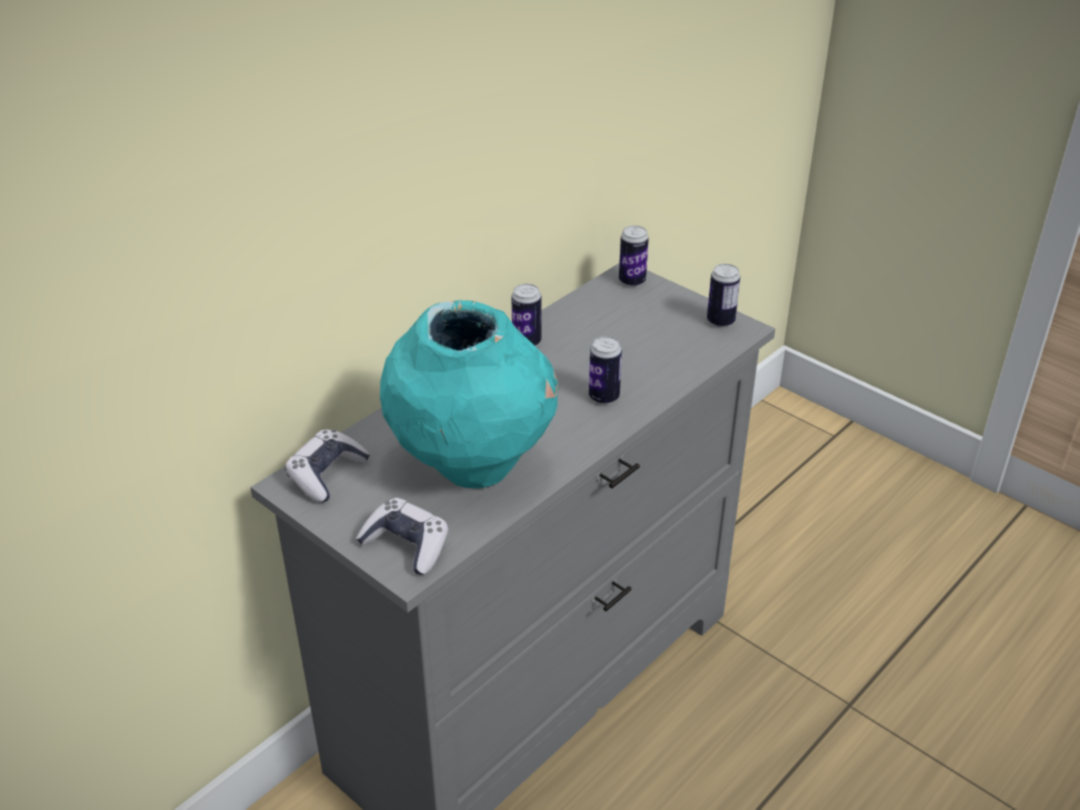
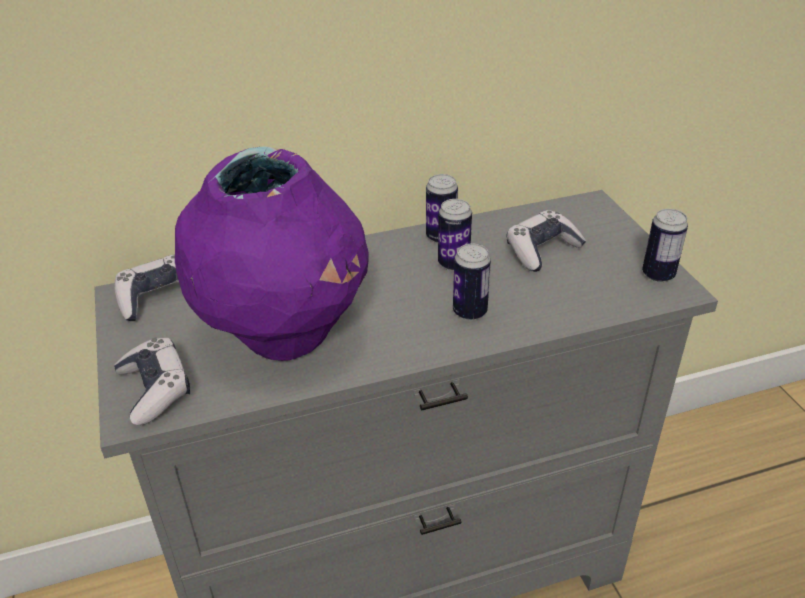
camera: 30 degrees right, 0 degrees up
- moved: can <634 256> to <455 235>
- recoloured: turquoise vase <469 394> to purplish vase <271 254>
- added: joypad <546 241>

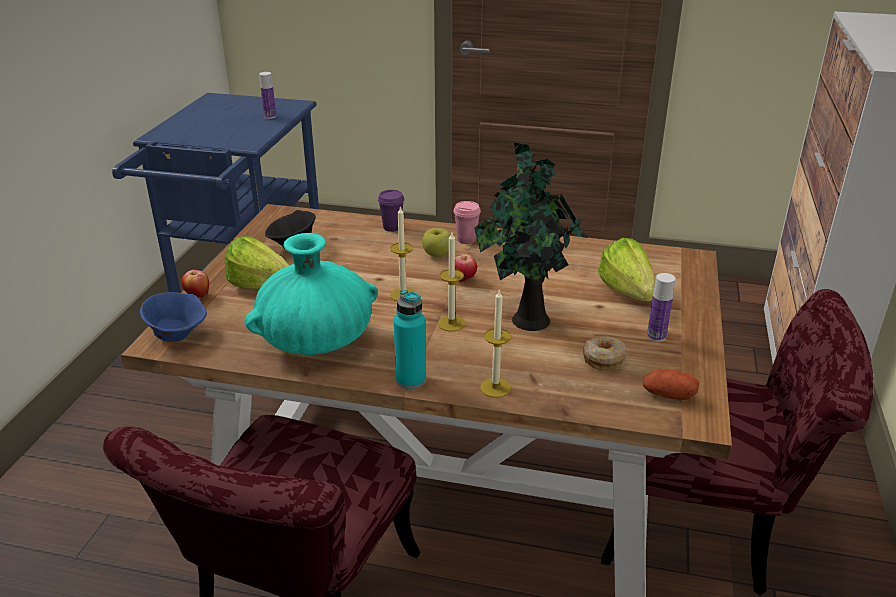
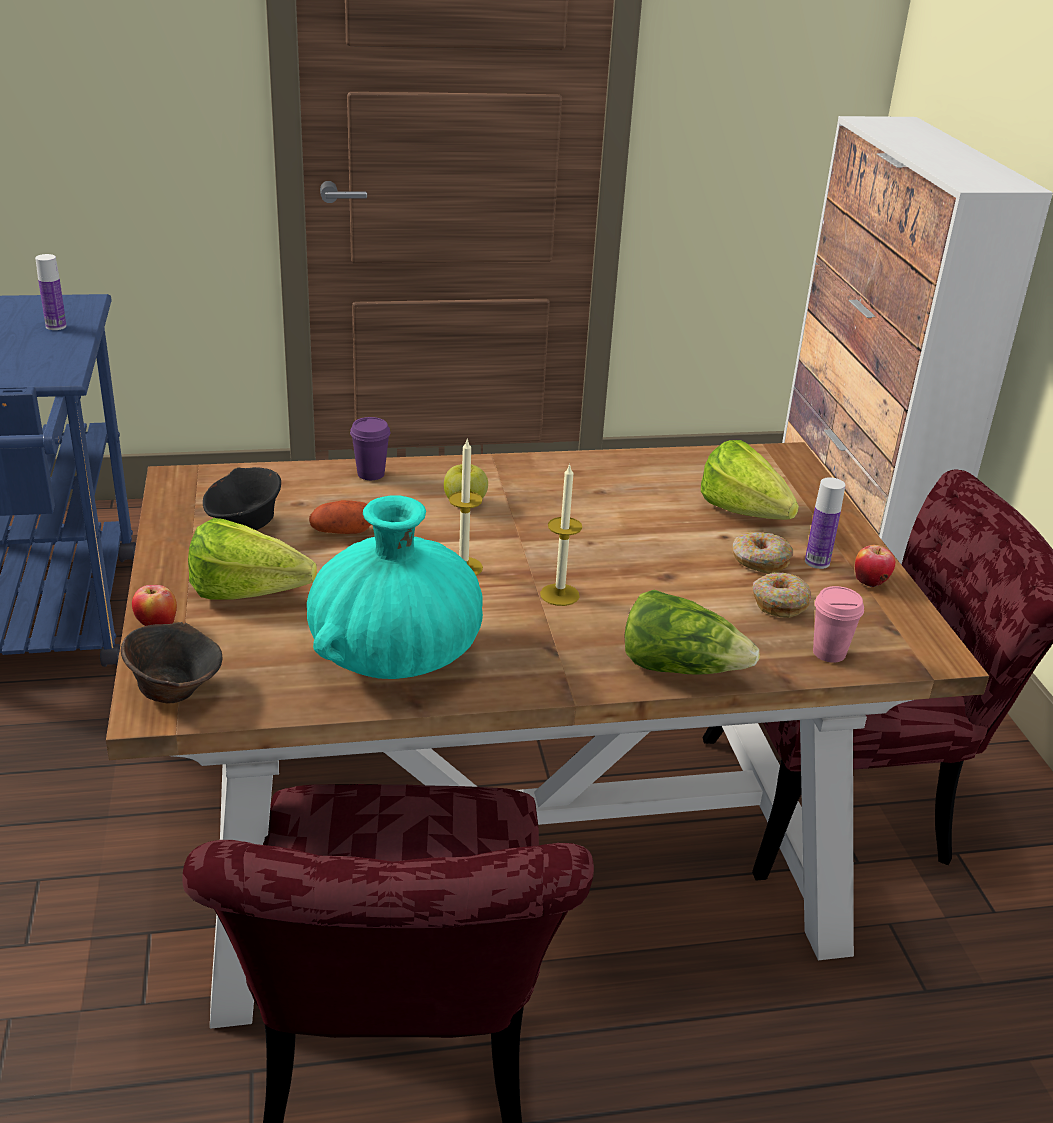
camera: 25 degrees left, 0 degrees up
- removed: houseplant <531 235>
- moved: pink-coloured drinking cup <467 222> to <838 624>
- moved: apple <466 268> to <875 566>
- removed: turquoise bottle <410 339>
- replaced: candle <495 344> to lettuce <692 632>
- recoloured: bluish bowl <173 317> to brownish bowl <171 662>
- moved: spud <671 385> to <340 517>
- added: doughnut <762 553>

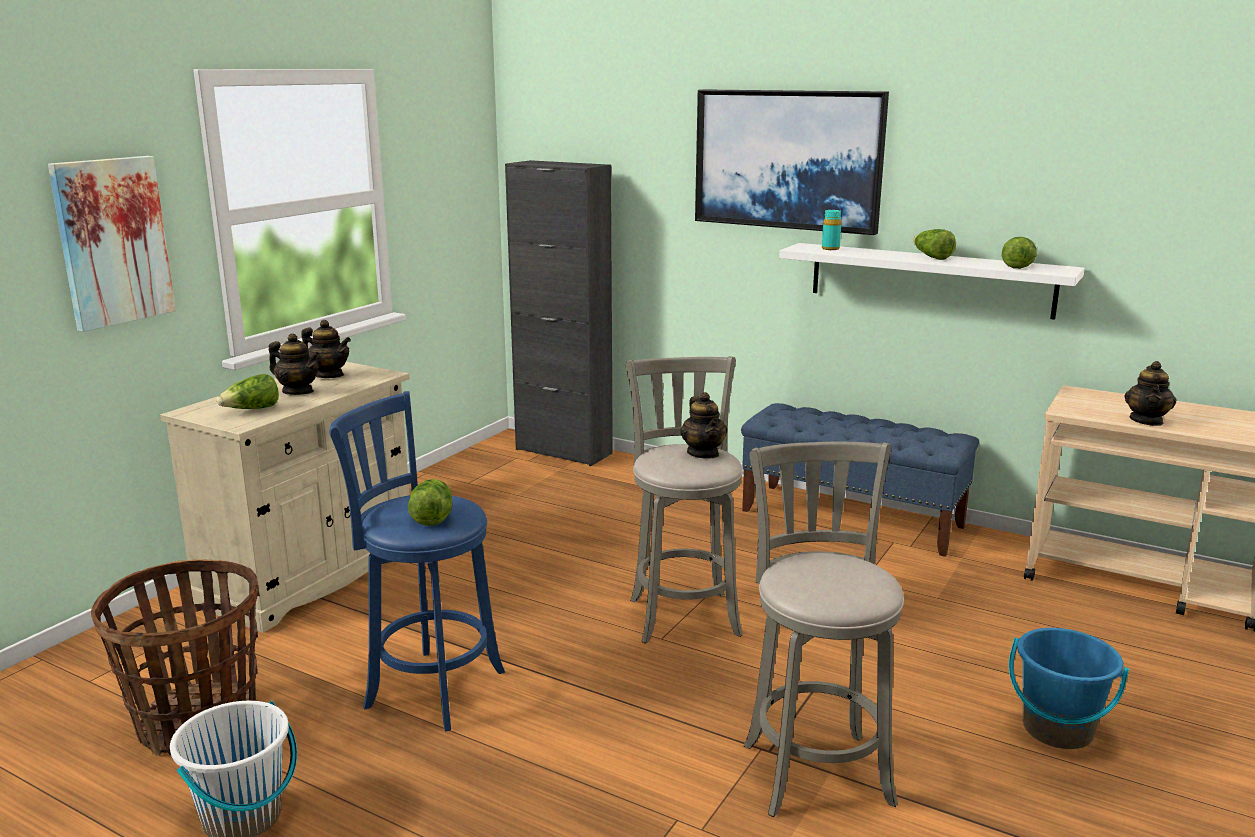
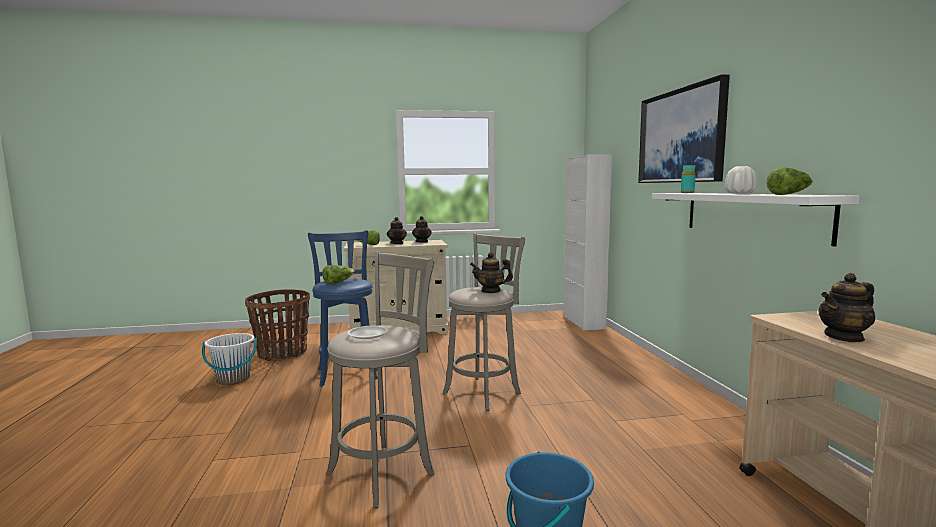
camera: 50 degrees right, 10 degrees down
- removed: wall picture <112 244>
- recoloured: blackish cupboard <559 313> to whitish cupboard <587 242>
- replaced: lettuce <934 244> to whitish vase <741 180>
- turned: tea pot <703 425> = <491 272> 60 degrees clockwise
- removed: bluish long seat <860 480>
- added: whitish plate <367 332>

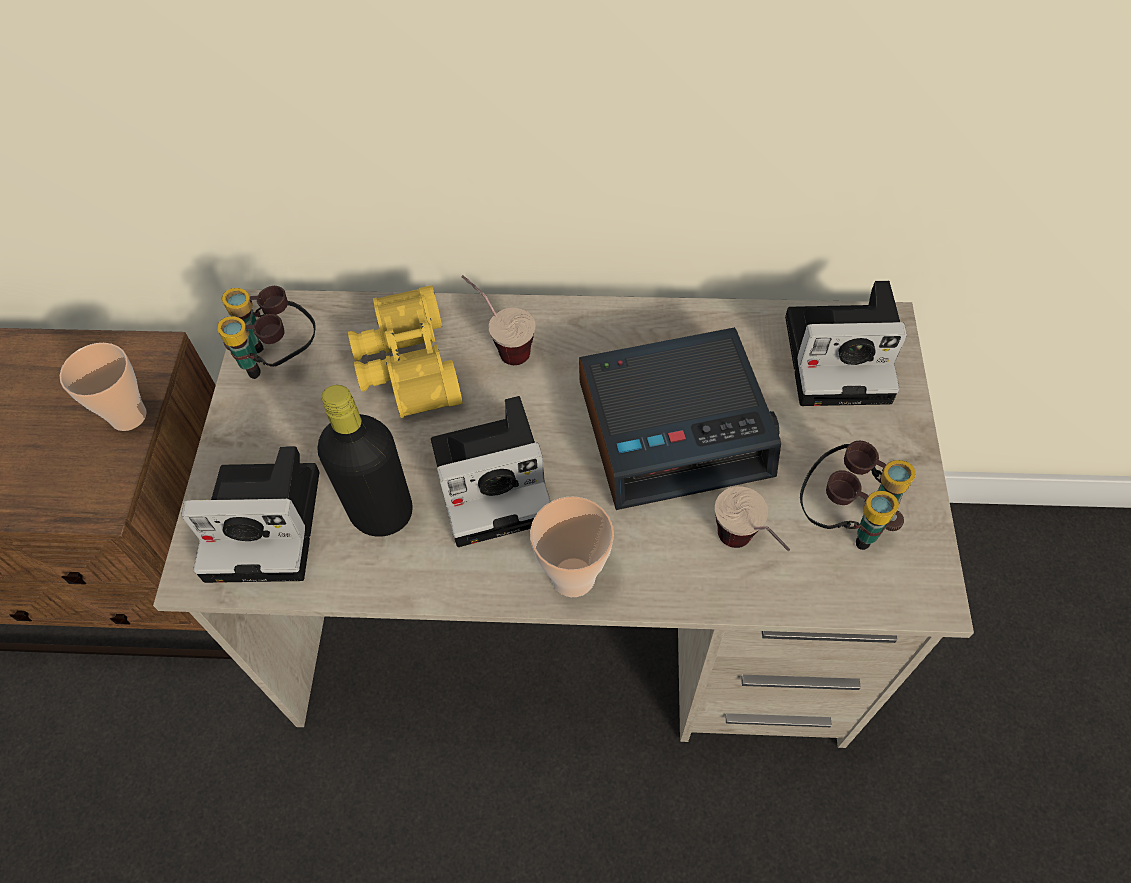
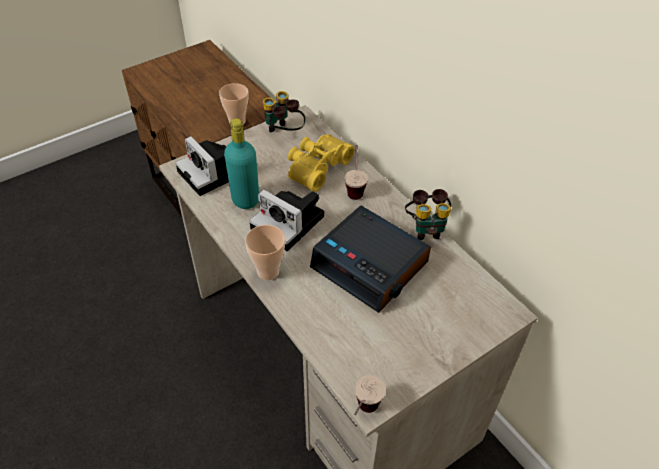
camera: 50 degrees right, 10 degrees down
- removed: still camera <846 343>
- recoloured: blackish bottle <365 461> to turquoise bottle <241 163>
- moved: field glasses <858 495> to <428 214>
- moved: drinking cup <752 518> to <370 395>

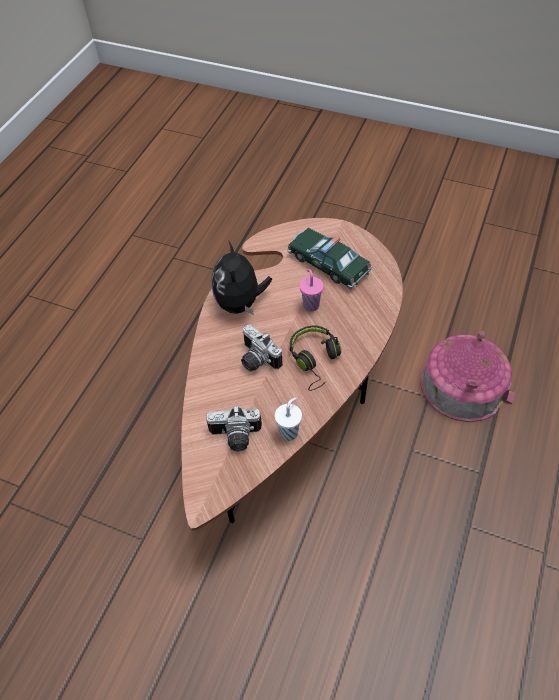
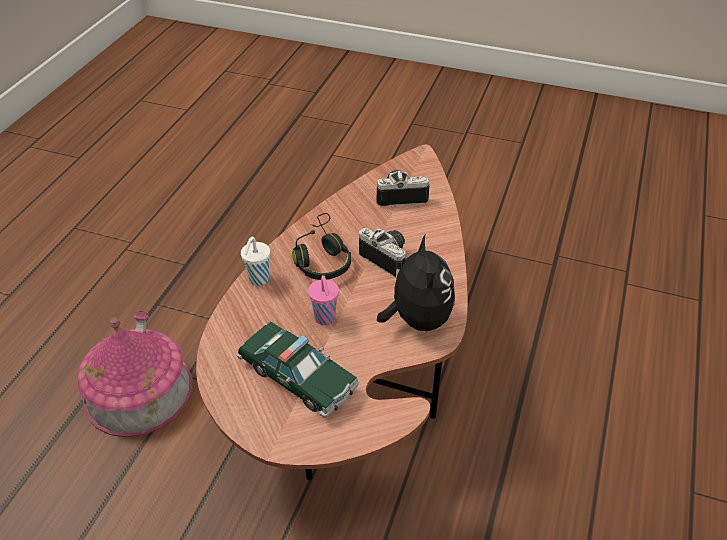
camera: 175 degrees right, 10 degrees down
- moved: whitish drinking cup <288 419> to <255 261>

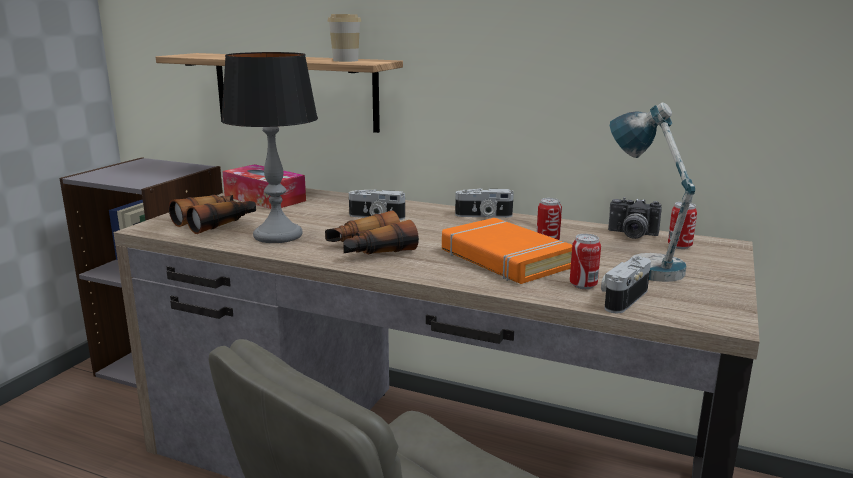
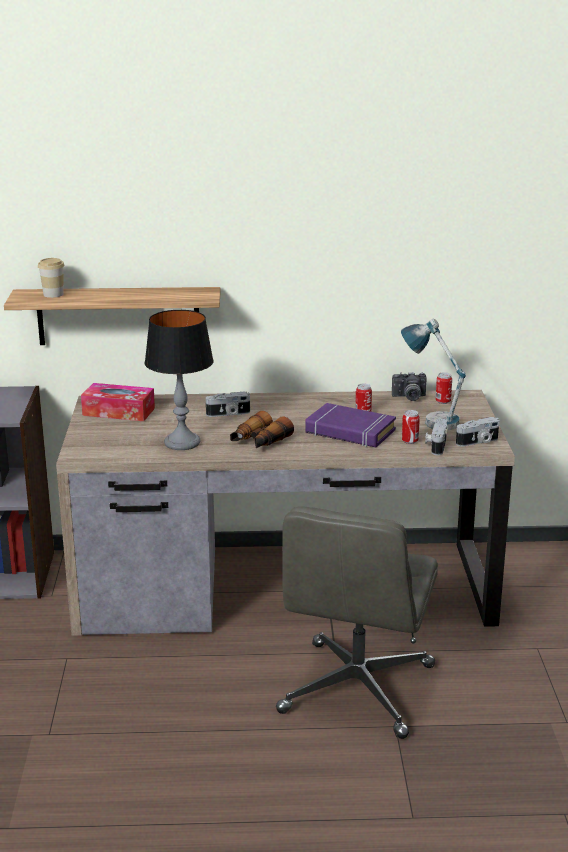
camera: 25 degrees left, 5 degrees up
- moved: drinking cup <344 38> to <51 278>
- moved: still camera <484 203> to <478 432>
- removed: field glasses <212 214>
- recoloured: orange-coloured bound book <507 251> to purplish bound book <351 425>

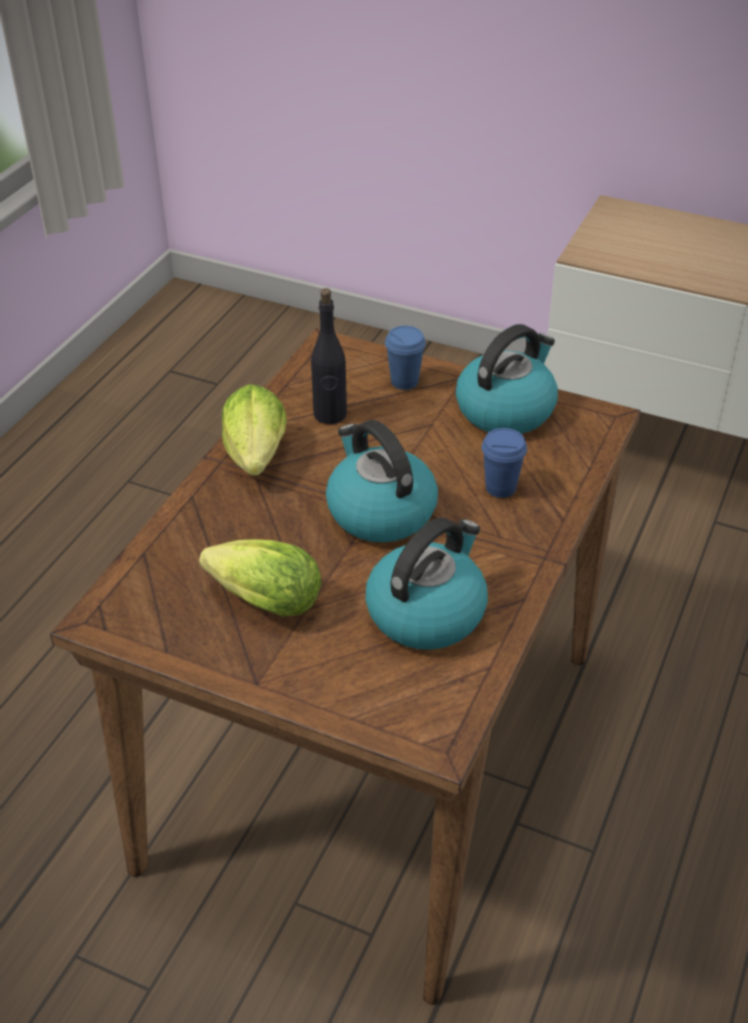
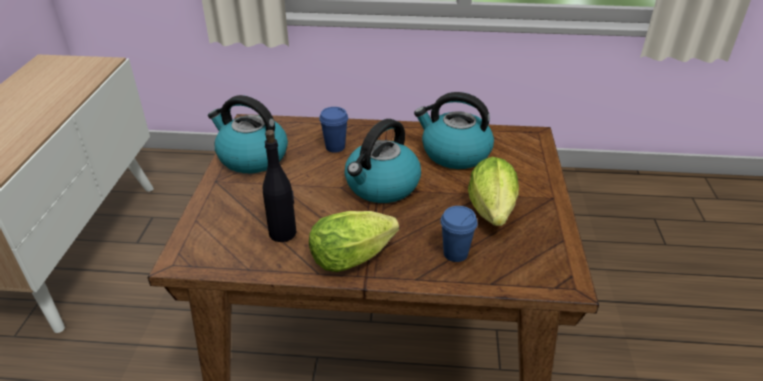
camera: 110 degrees left, 5 degrees down
- moved: bluish drinking cup <405 358> to <459 234>

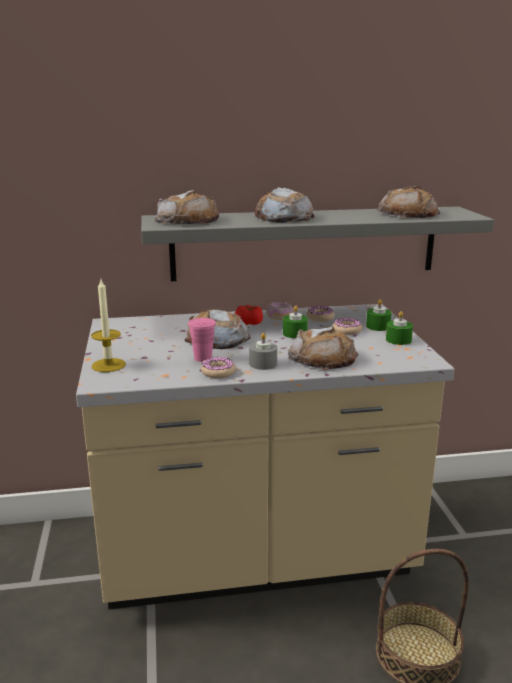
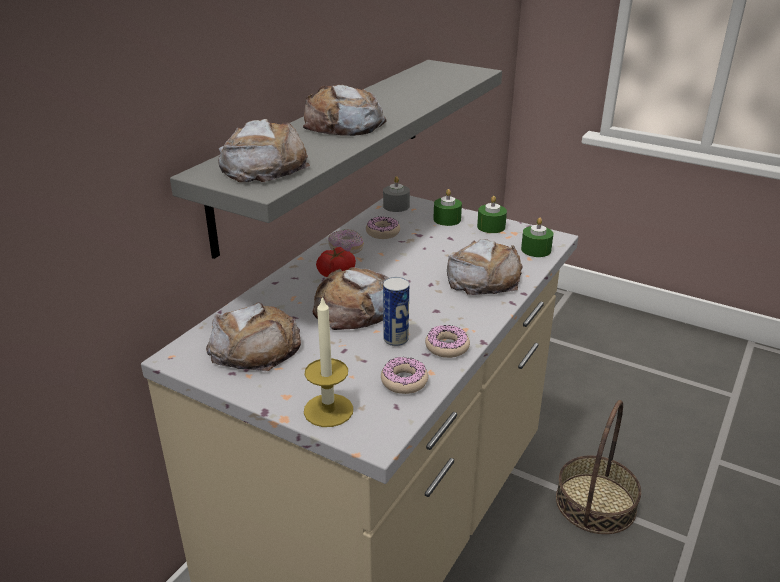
camera: 50 degrees left, 10 degrees up
- moved: baked bread <408 202> to <253 336>
- moved: green-coloured candle <295 321> to <537 237>
- replaced: pink-coloured drinking cup <202 340> to can <396 311>
- moved: doughnut <347 326> to <404 375>
- moved: grey candle <263 351> to <396 194>

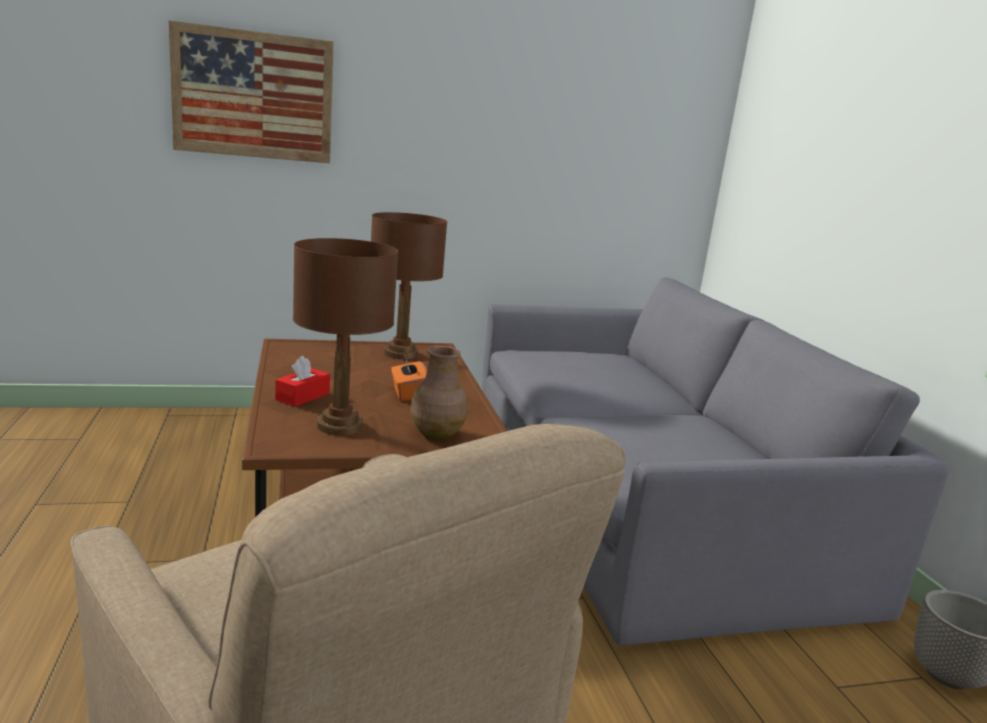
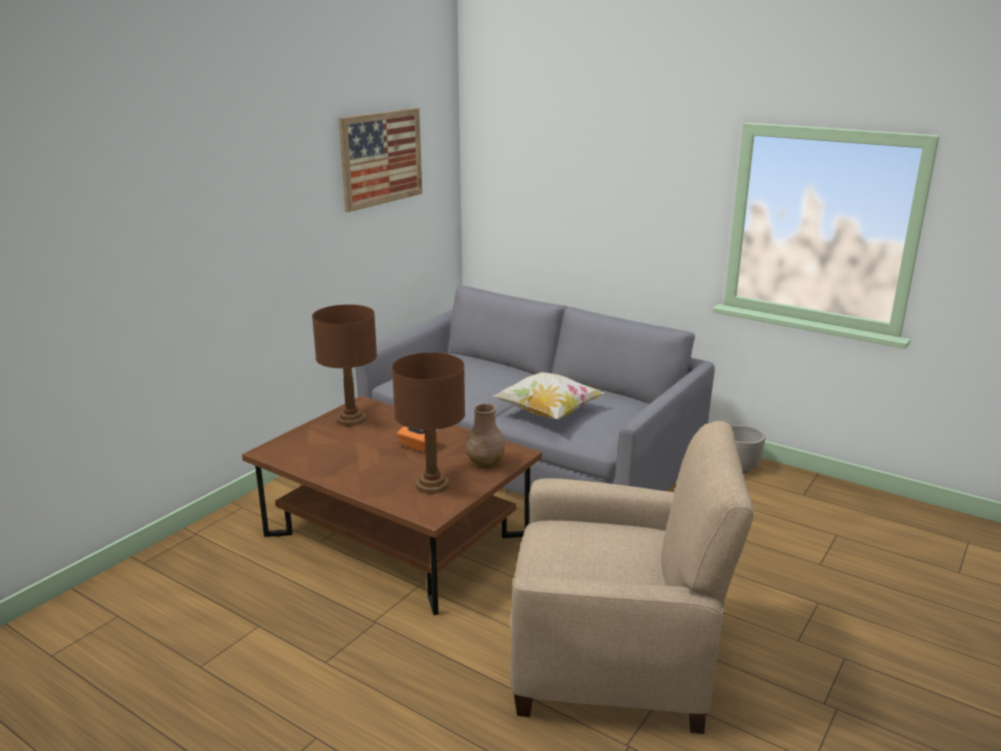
camera: 40 degrees left, 5 degrees up
- moved: wall picture <251 91> to <380 160>
- removed: red-coloured tissue box <302 381>
- added: cushion <548 395>

